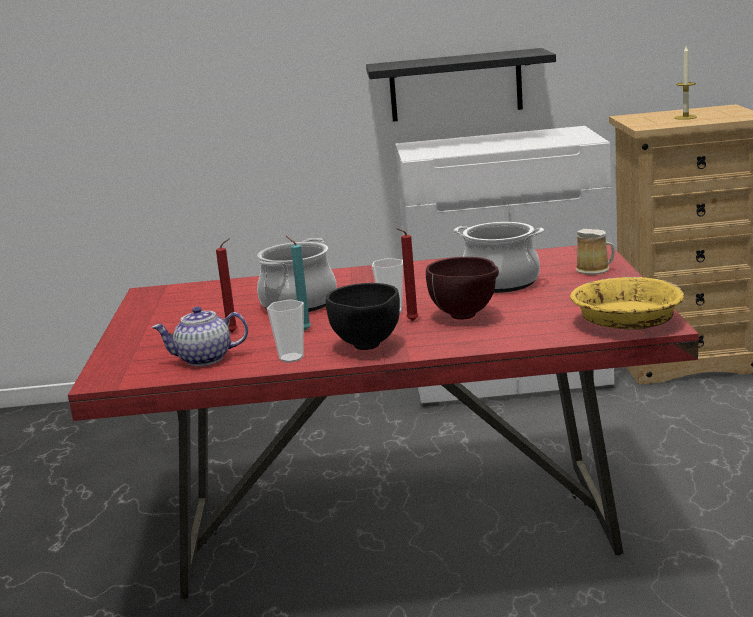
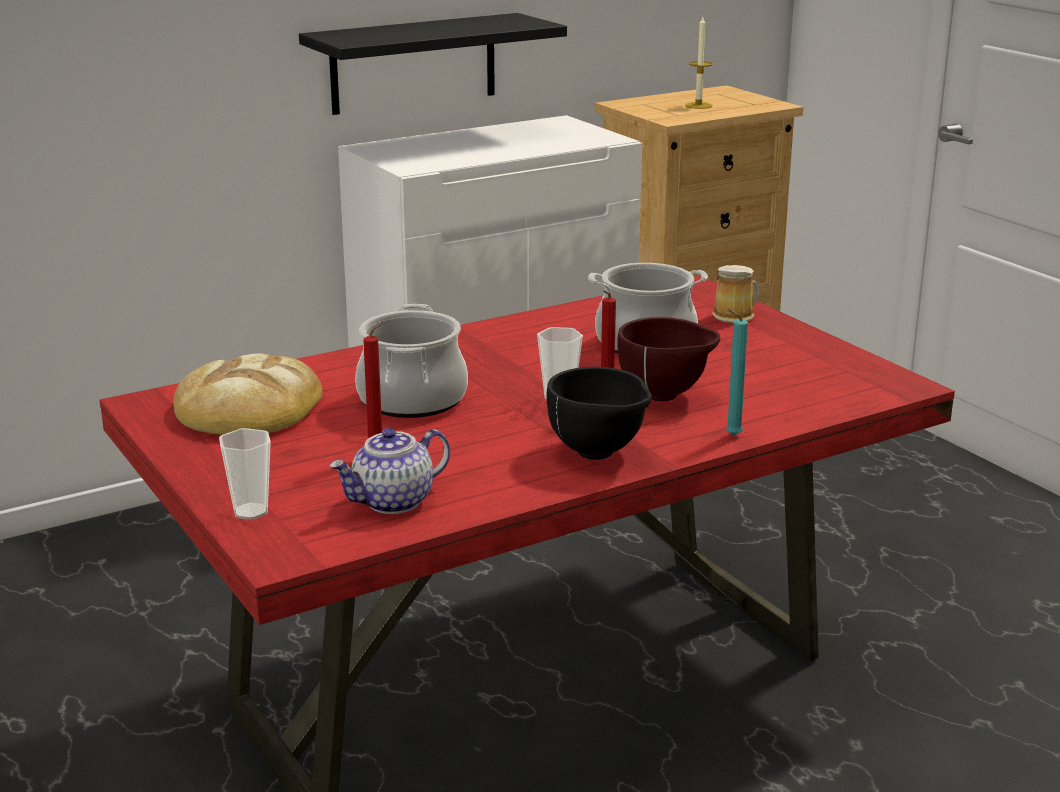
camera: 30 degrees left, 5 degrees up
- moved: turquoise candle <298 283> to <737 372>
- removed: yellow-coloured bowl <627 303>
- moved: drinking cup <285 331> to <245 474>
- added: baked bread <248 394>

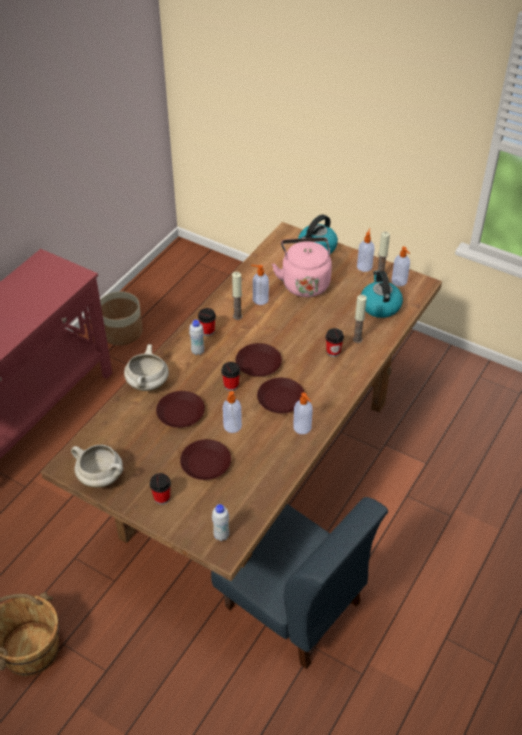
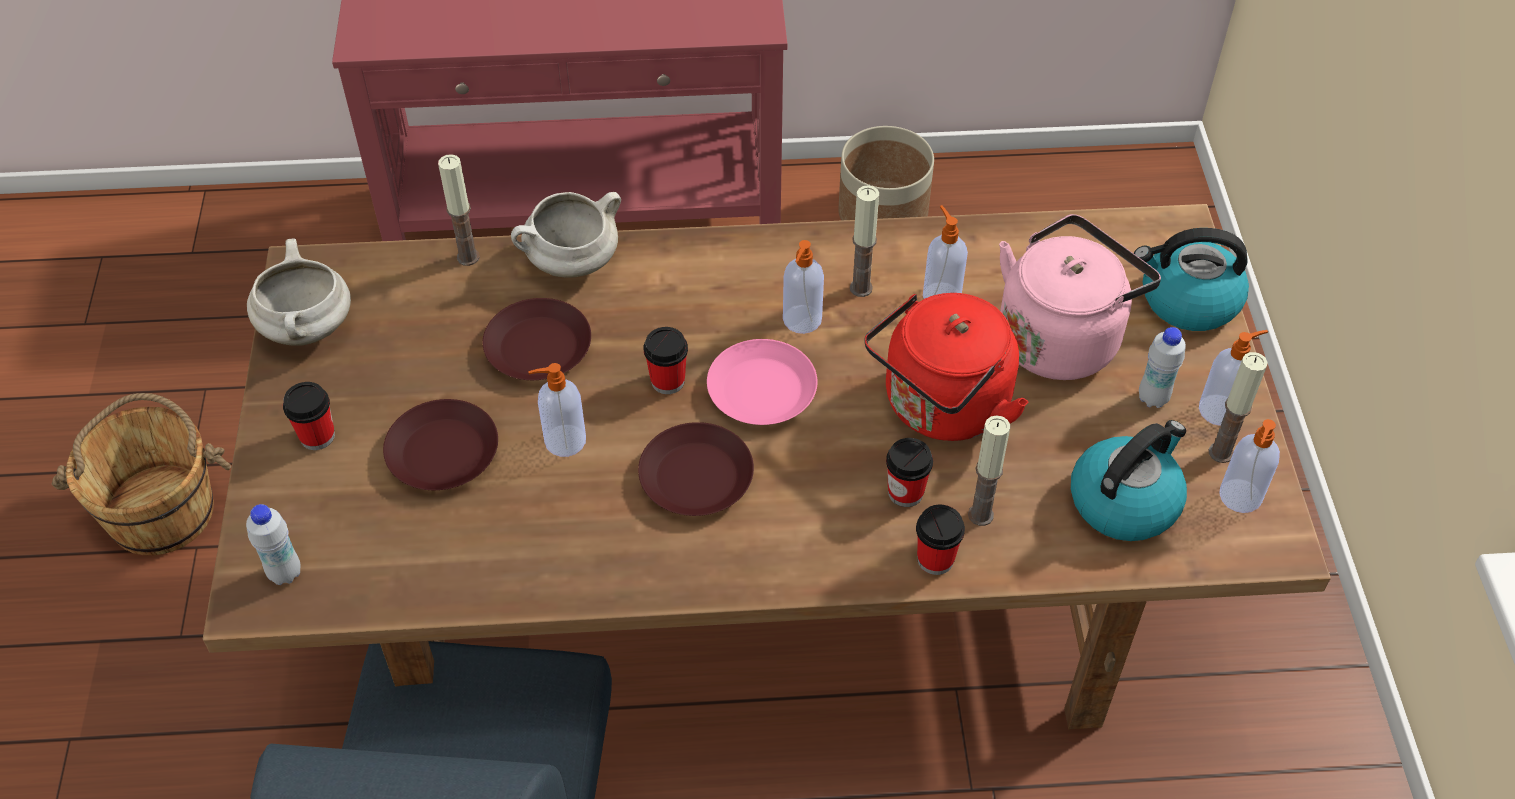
camera: 55 degrees right, 5 degrees up
- moved: drinking cup <207 322> to <940 540>
- moved: whitish bottle <196 337> to <1162 367>
- recoloured: brownish plate <259 360> to pink-coloured plate <762 382>
- moved: soap bottle <303 413> to <803 287>
- added: candle <459 210>
- added: red-coloured water kettle <946 367>

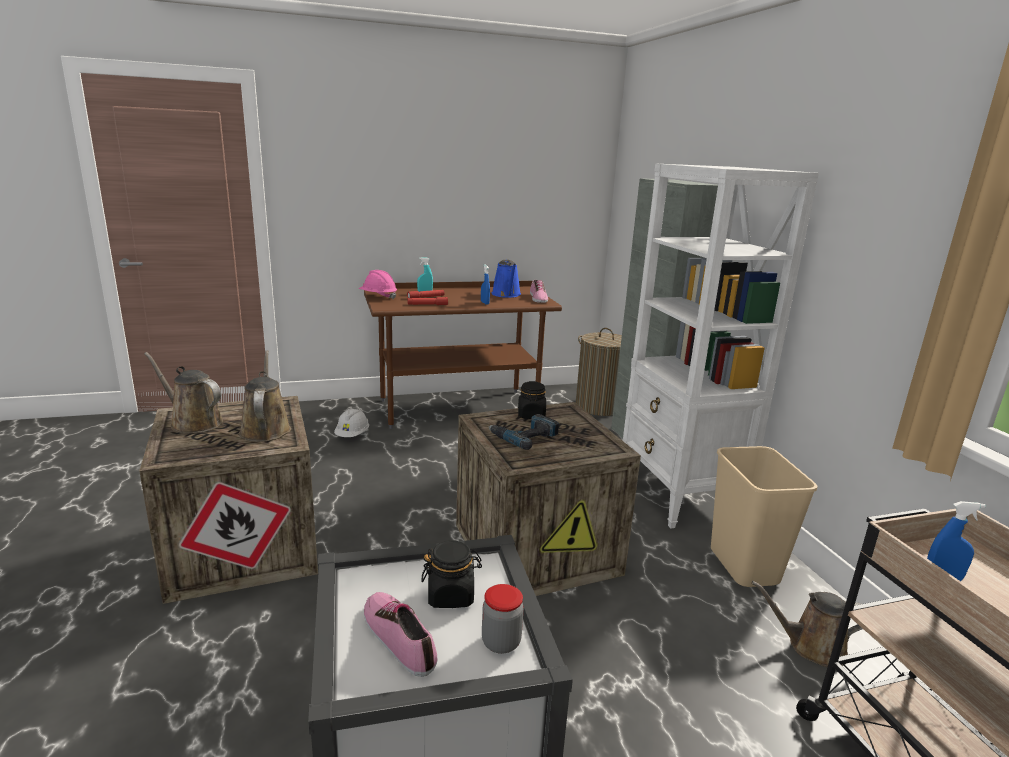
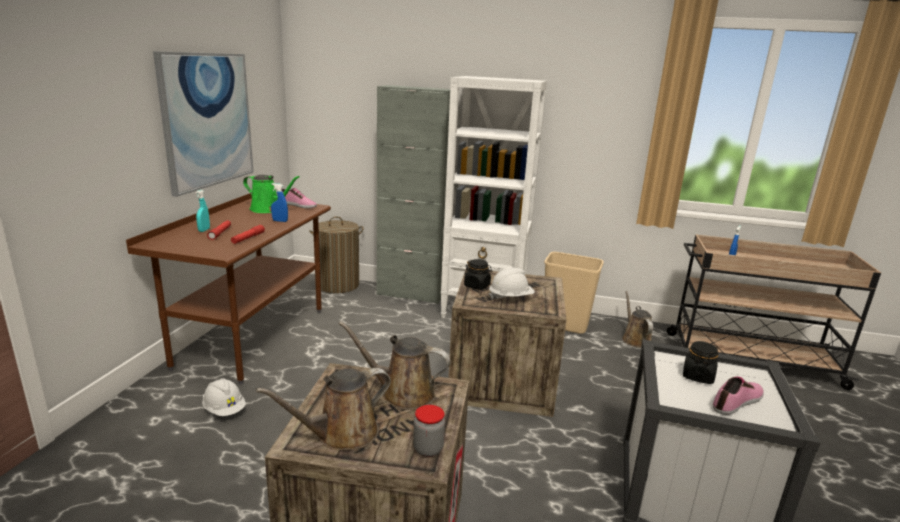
camera: 60 degrees left, 0 degrees up
- recoloured: bluish watering can <506 279> to green-coloured watering can <271 194>
- removed: pink-coloured safety helmet <378 284>
- replaced: electric drill <524 432> to whitish safety helmet <512 284>
- turned: brownish watering can <807 624> = <637 319> 135 degrees clockwise
- moved: jar <503 619> to <429 431>
- turned: item of footwear <400 634> = <738 395> 150 degrees clockwise
- added: wall picture <203 124>

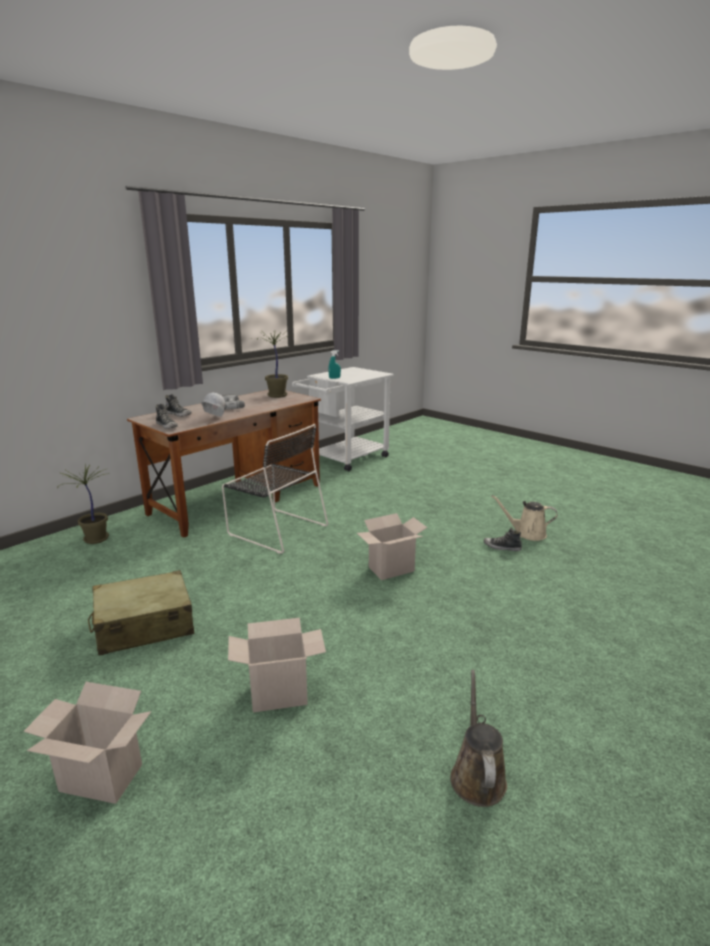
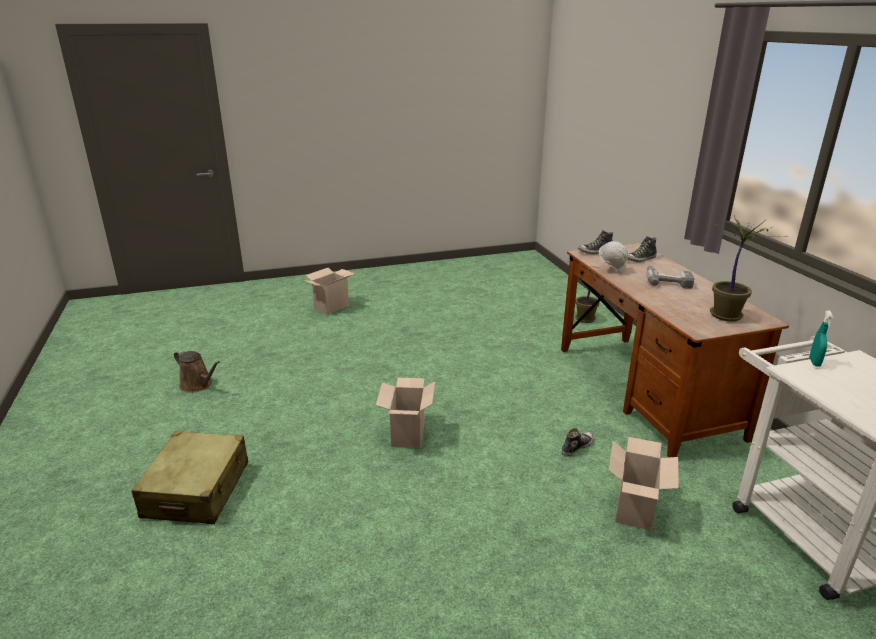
camera: 120 degrees right, 5 degrees up
- removed: blackish plain chair <275 489>
- removed: beige watering can <524 518>
- moved: item of footwear <503 539> to <578 442>
- moved: beige suitcase <141 613> to <189 478>
- moved: packing box <277 665> to <644 484>

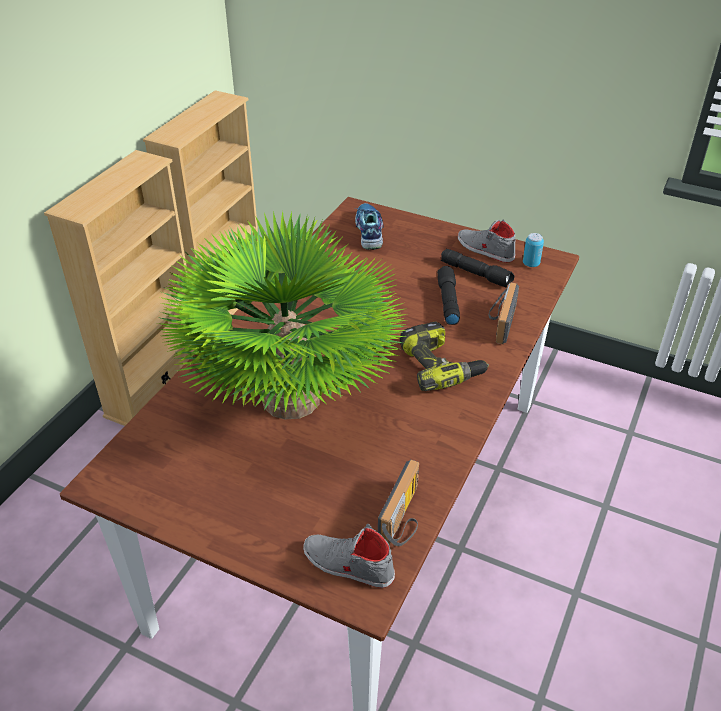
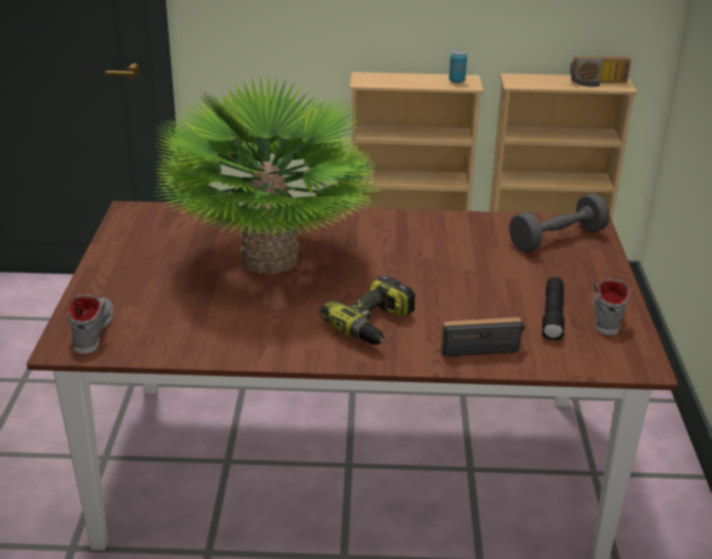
camera: 65 degrees right, 10 degrees down
- replaced: item of footwear <369 226> to grey dumbbell <559 223>
- moved: can <533 250> to <458 66>
- removed: blackish hand torch <448 295>
- moved: radio <398 502> to <600 71>

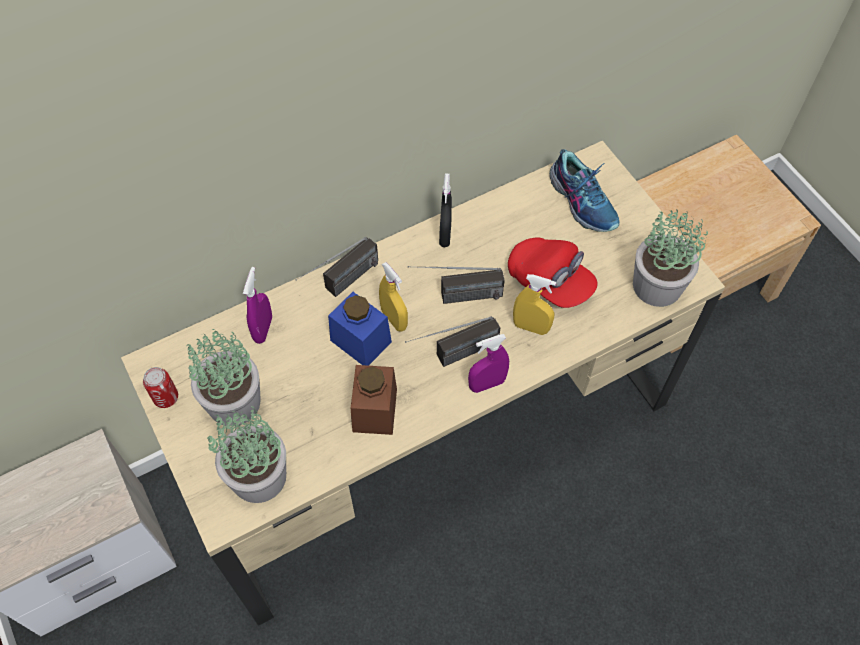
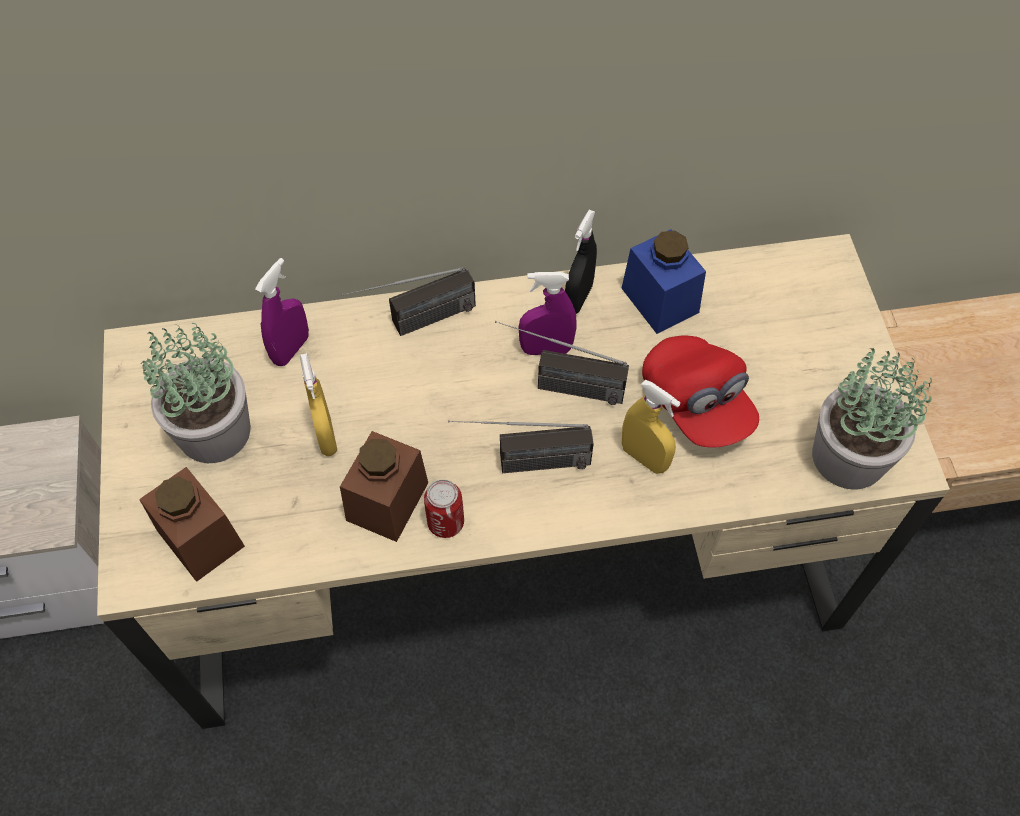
camera: 20 degrees right, 0 degrees up
- removed: item of footwear <584 190>
- moved: yellow-coloured hand sprayer <393 297> to <318 404>
- moved: bluish jar <360 329> to <664 281>
- moved: purplish hand sprayer <488 363> to <547 313>
- moved: can <160 387> to <444 508>
- replaced: houseplant <246 454> to brownish jar <192 524>

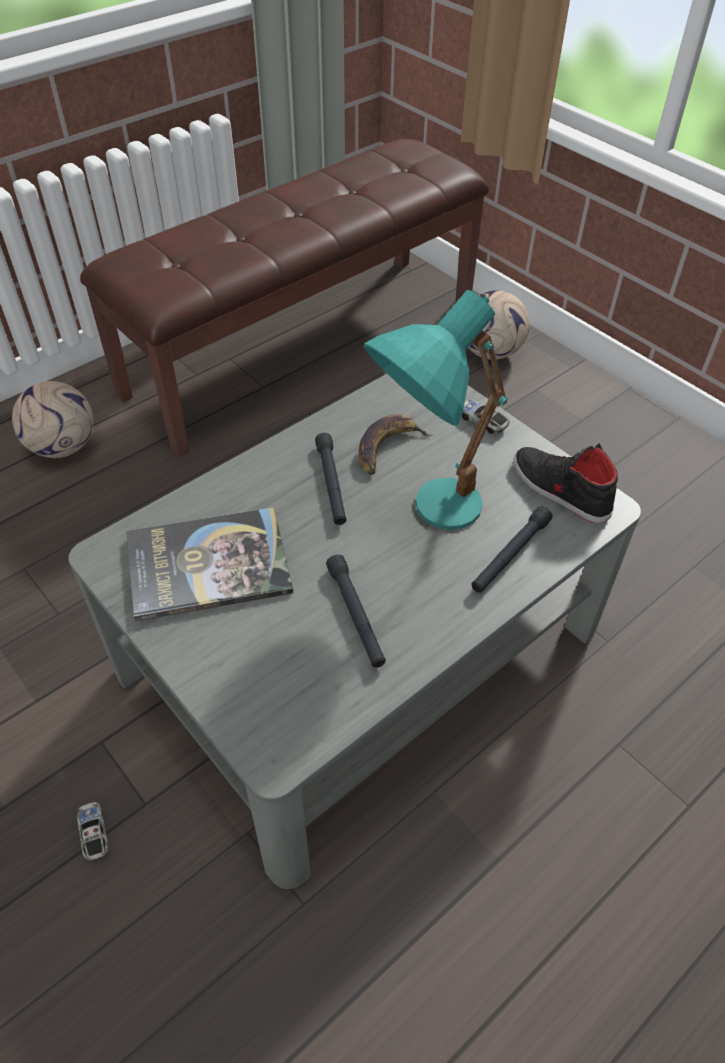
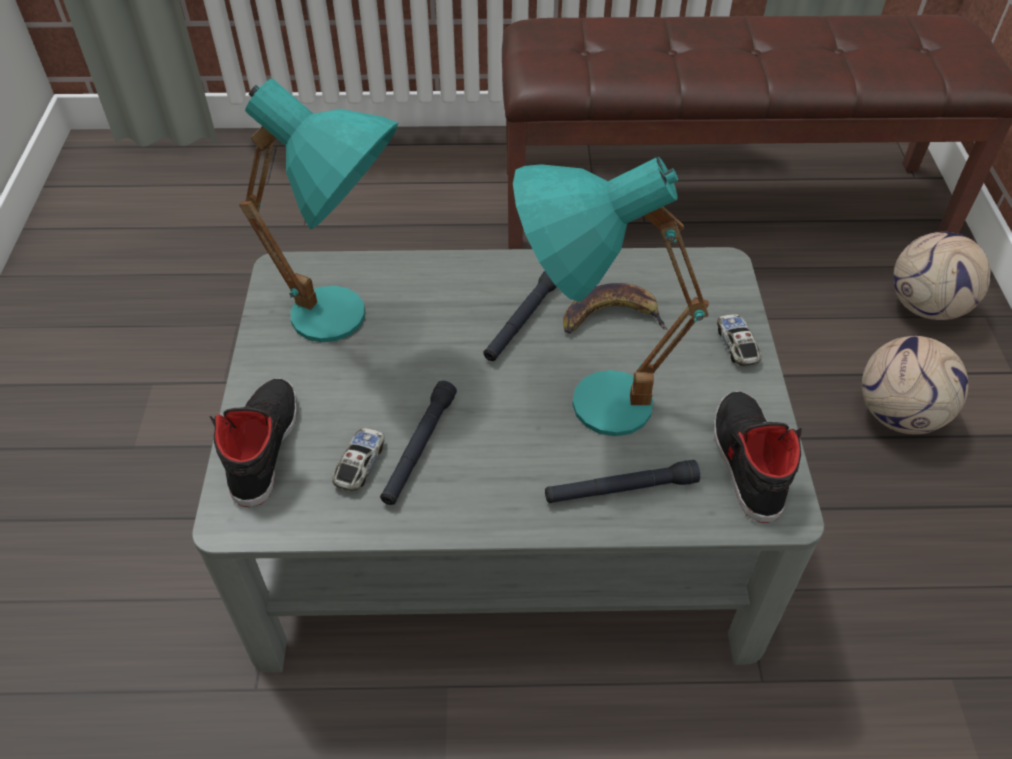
camera: 40 degrees right, 0 degrees up
- moved: ball for football <52 419> to <915 385>
- replaced: bound book <209 564> to turquoise table lamp <318 210>
- moved: model car <93 831> to <358 459>
- added: blackish item of footwear <253 443>

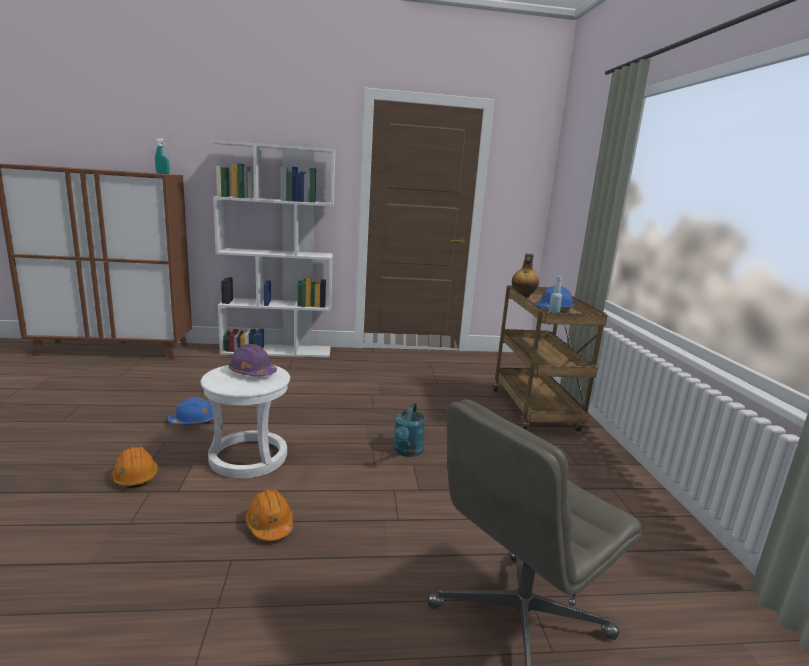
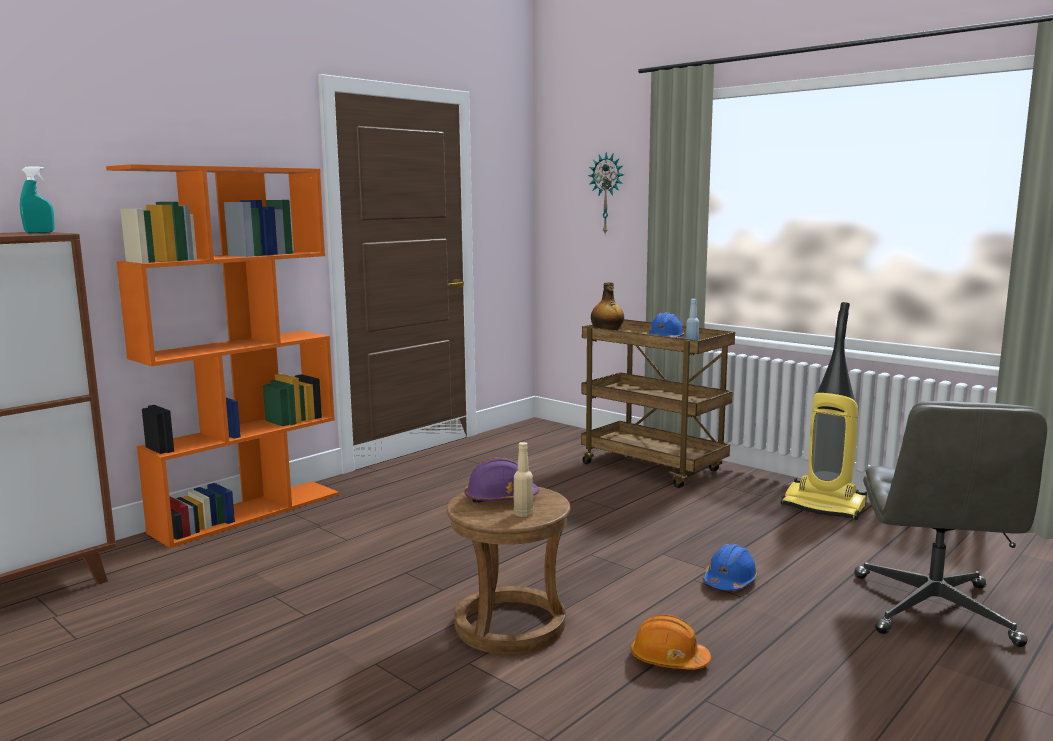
camera: 40 degrees left, 5 degrees down
- recoloured: whitish shelving unit <273 248> to orange-coloured shelving unit <222 356>
- recoloured: whitish sitting stool <245 421> to brownish sitting stool <508 571>
- moved: bluish safety helmet <190 411> to <731 567>
- removed: turquoise watering can <409 430>
- removed: orange-coloured safety helmet <135 467>
- added: wall clock <606 192>
- added: vacuum <824 411>
- added: beige bottle <523 479>

